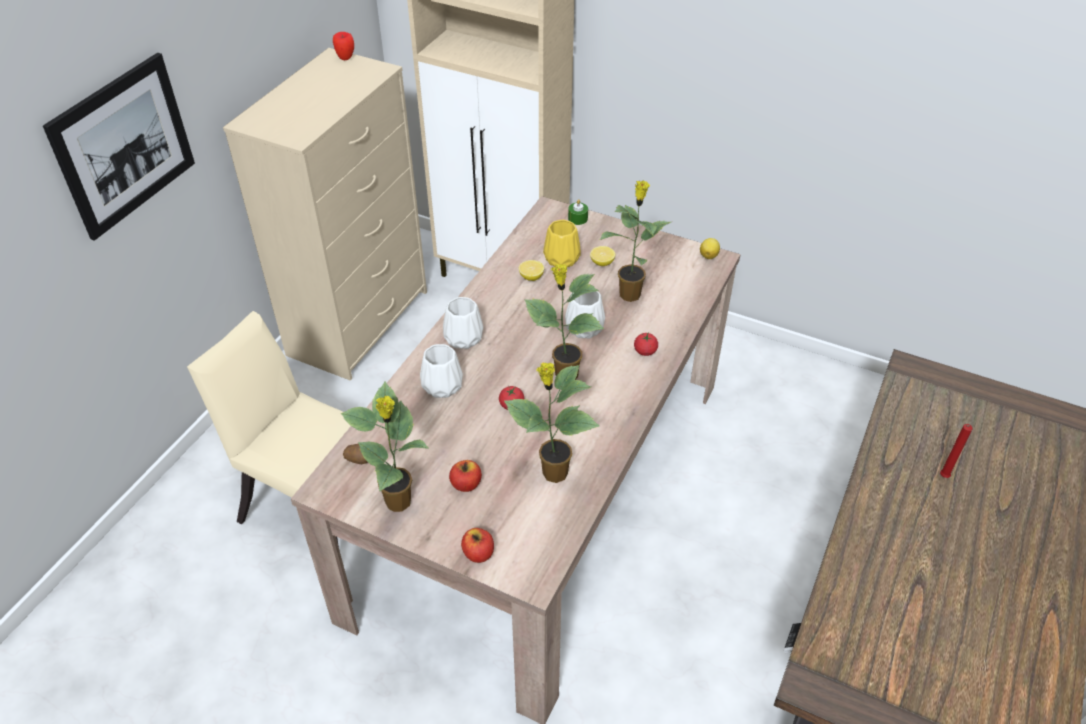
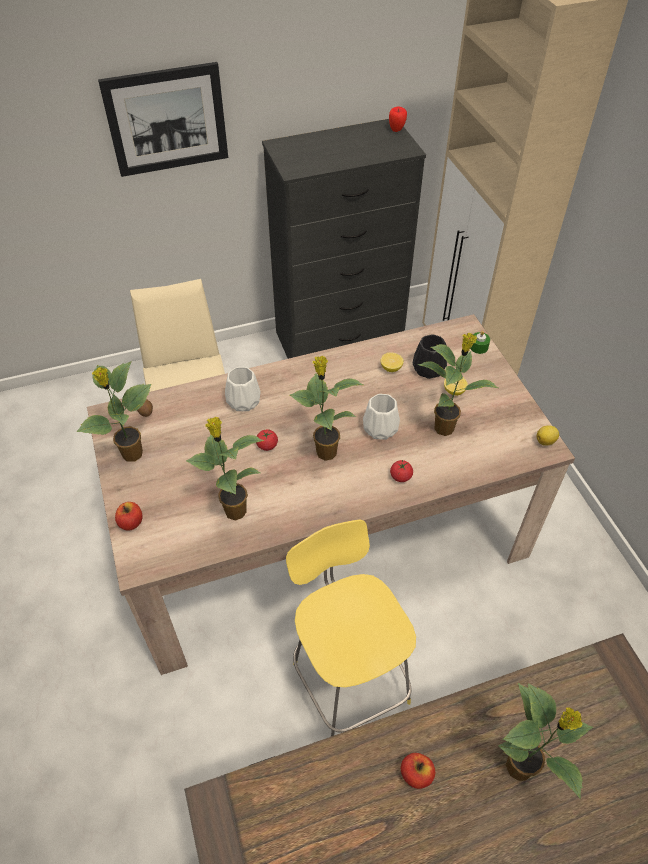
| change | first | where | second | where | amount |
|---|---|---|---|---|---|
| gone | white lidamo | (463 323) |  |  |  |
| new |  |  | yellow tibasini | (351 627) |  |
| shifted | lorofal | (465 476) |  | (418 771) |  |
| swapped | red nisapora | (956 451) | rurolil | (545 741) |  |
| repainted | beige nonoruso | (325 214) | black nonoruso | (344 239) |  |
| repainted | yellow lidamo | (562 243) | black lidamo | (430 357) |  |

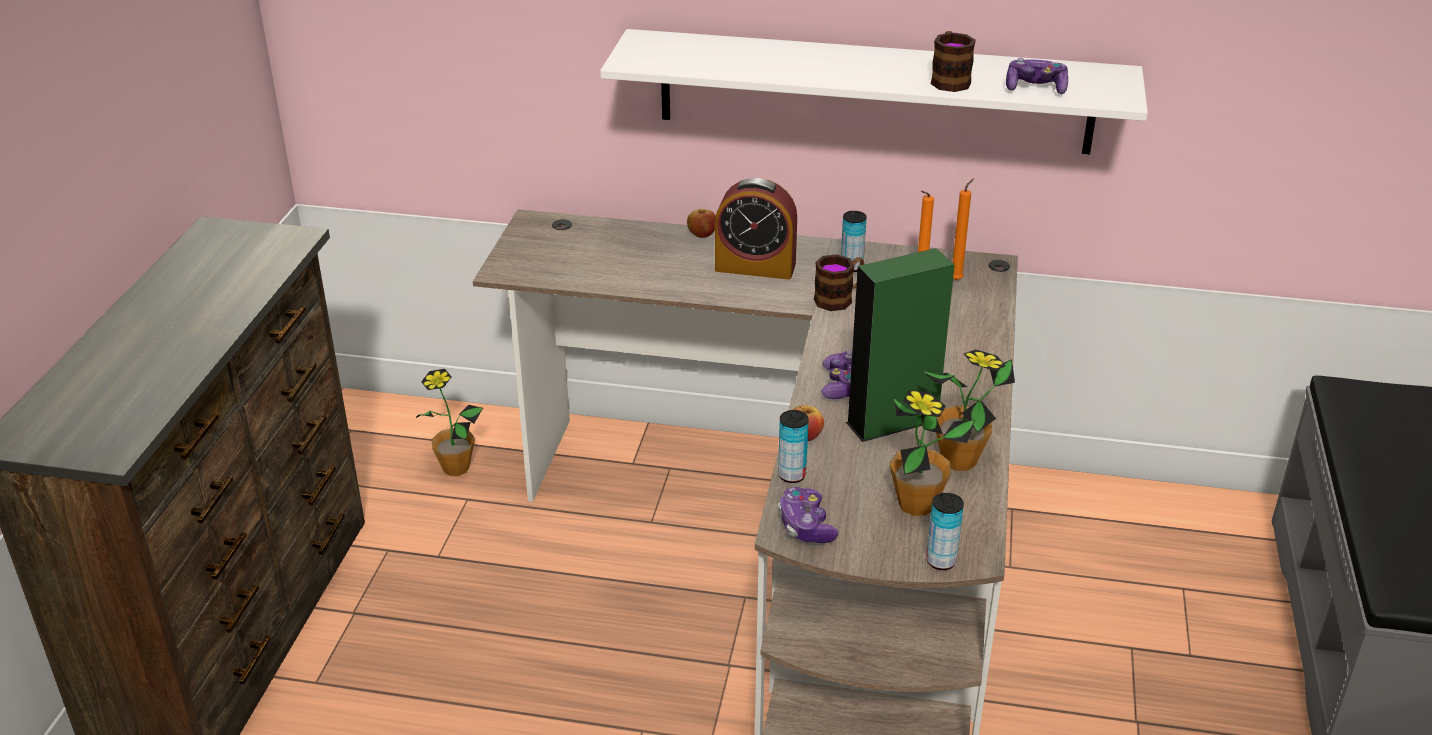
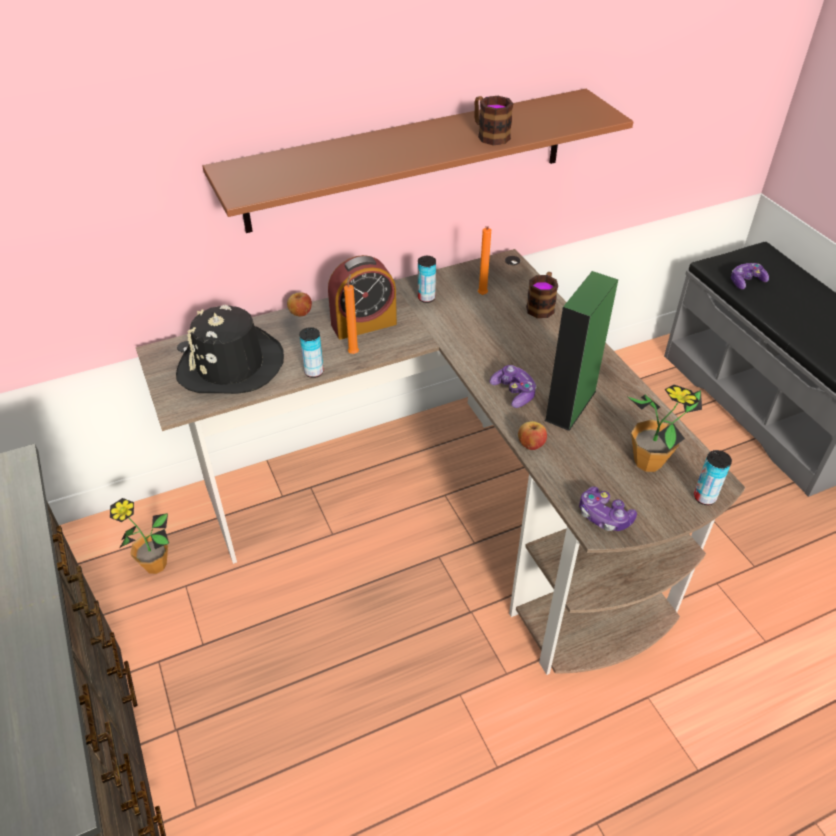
| change | first | where | second | where | amount |
|---|---|---|---|---|---|
| gone | rurolil | (969 410) |  |  |  |
| new |  |  | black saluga | (230 349) |  |
| shifted | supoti | (793 446) |  | (311 352) |  |
| shifted | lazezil | (839 282) |  | (542 295) |  |
| shifted | orange nisapora | (963 229) |  | (351 314) |  |
| shifted | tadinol | (1037 76) |  | (750 276) |  |
| repainted | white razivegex | (874 91) | brown razivegex | (417 161) |  |

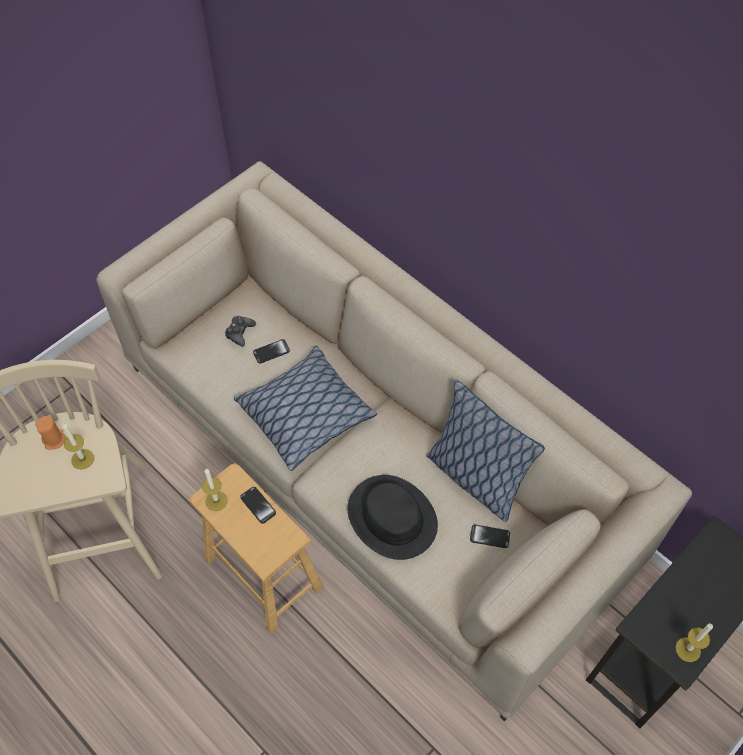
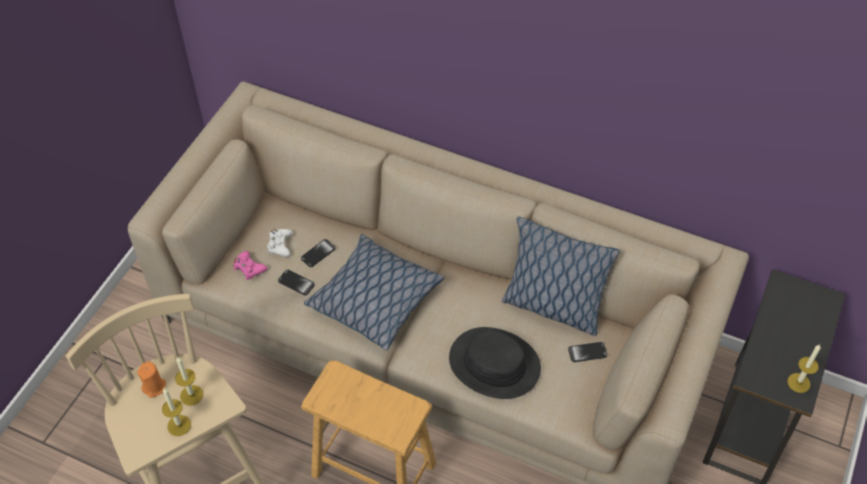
| change | first | where | second | where | amount |
|---|---|---|---|---|---|
| new |  |  | pink tadinol | (250 265) |  |
| shifted | nisapora | (215 490) |  | (176 412) |  |
| shifted | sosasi | (258 505) |  | (296 282) |  |
| repainted | black tadinol | (240 331) | white tadinol | (280 243) |  |

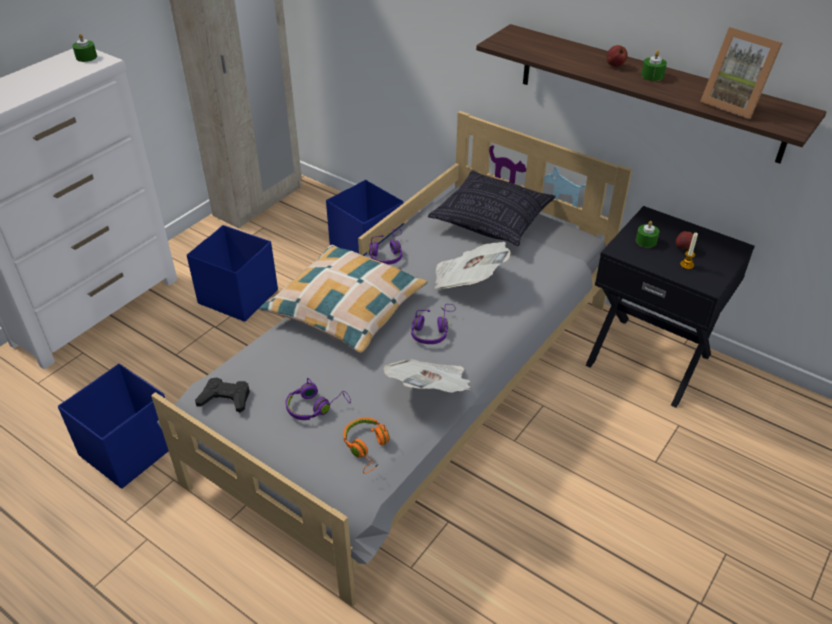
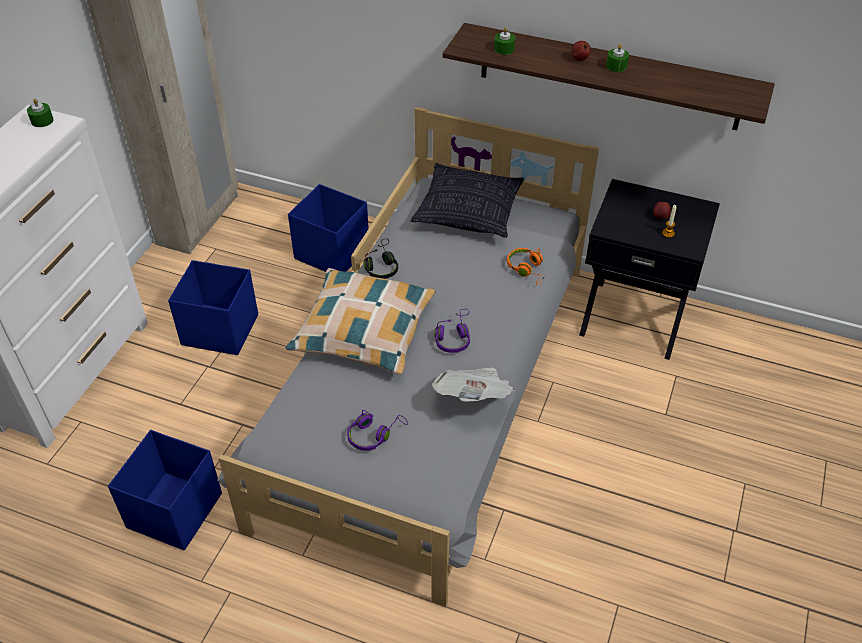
| change | first | where | second | where | amount |
|---|---|---|---|---|---|
| gone | black tadinol | (222 395) |  |  |  |
| gone | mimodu | (472 265) |  |  |  |
| gone | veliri | (741 73) |  |  |  |
| shifted | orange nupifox | (366 445) |  | (525 266) |  |
| shifted | green nisapora | (647 234) |  | (504 41) |  |
| repainted | purple nupifox | (385 246) | black nupifox | (380 259) |  |

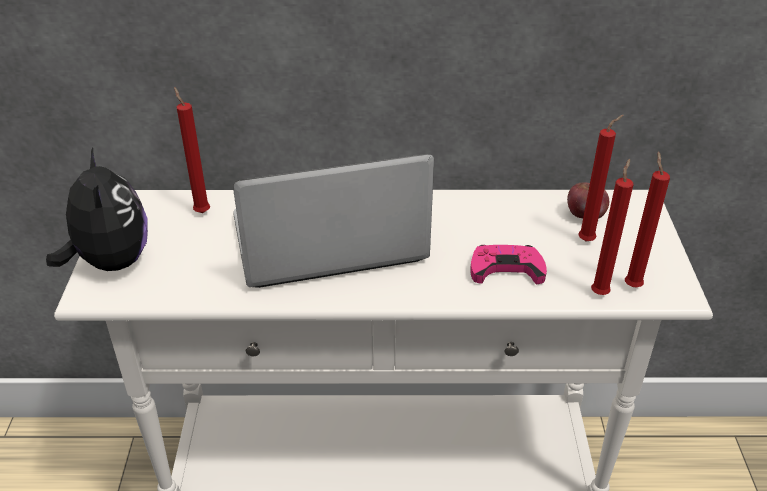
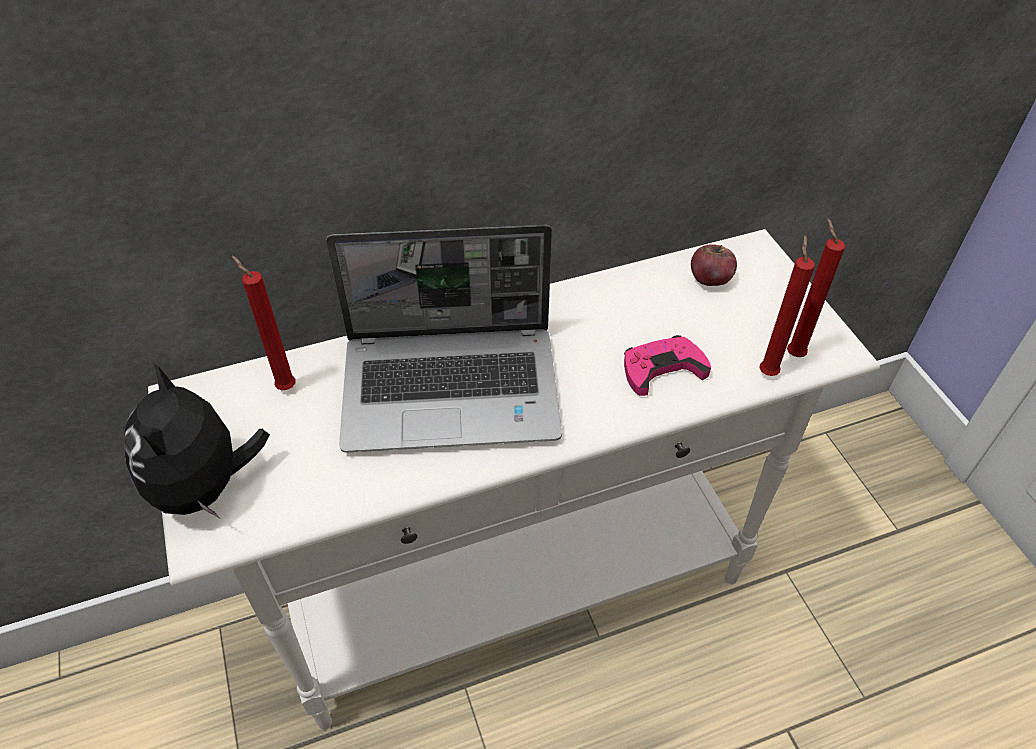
| change | first | where | second | where | amount |
|---|---|---|---|---|---|
| gone | red nisapora | (601 178) |  |  |  |
| rotated | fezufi | (97 209) |  | (197 440) | 150 degrees counterclockwise |
| rotated | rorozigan | (333 221) |  | (444 338) | 150 degrees counterclockwise |

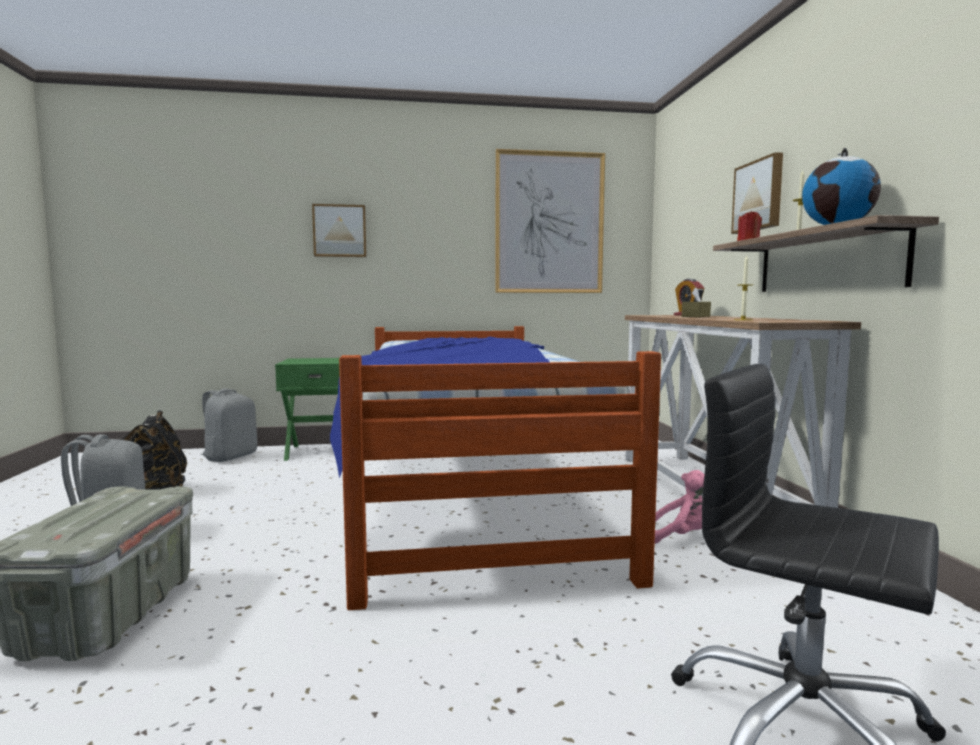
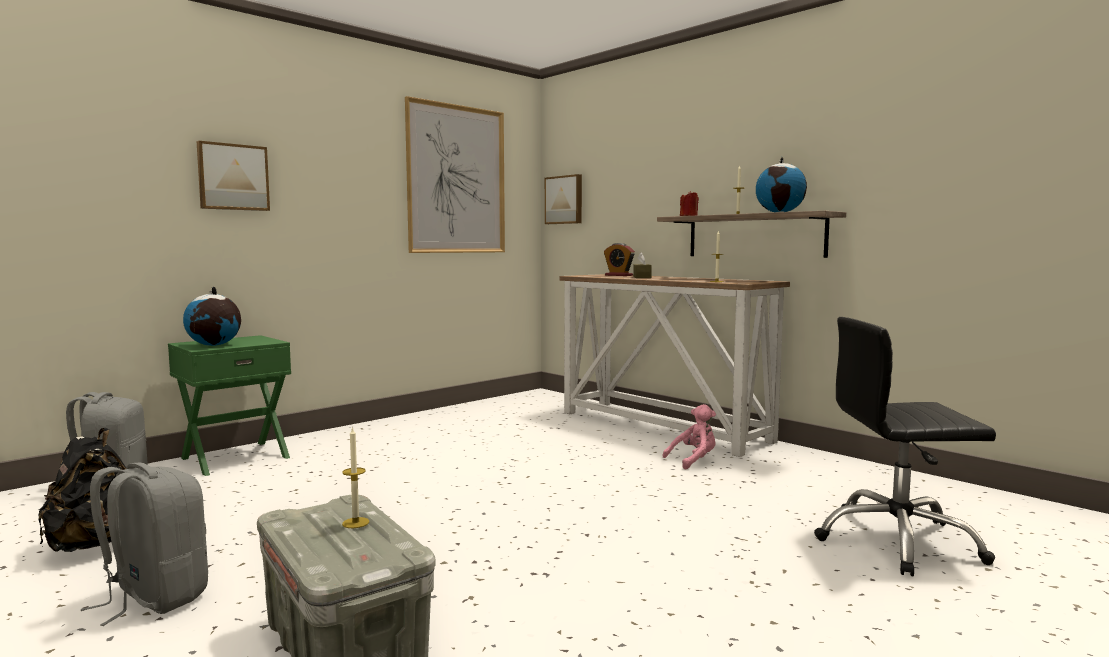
| change | first | where | second | where | amount |
|---|---|---|---|---|---|
| gone | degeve | (495 468) |  |  |  |
| new |  |  | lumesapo | (212 316) |  |
| new |  |  | nisapora | (355 477) |  |
| shifted | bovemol | (757 193) |  | (563 199) |  |

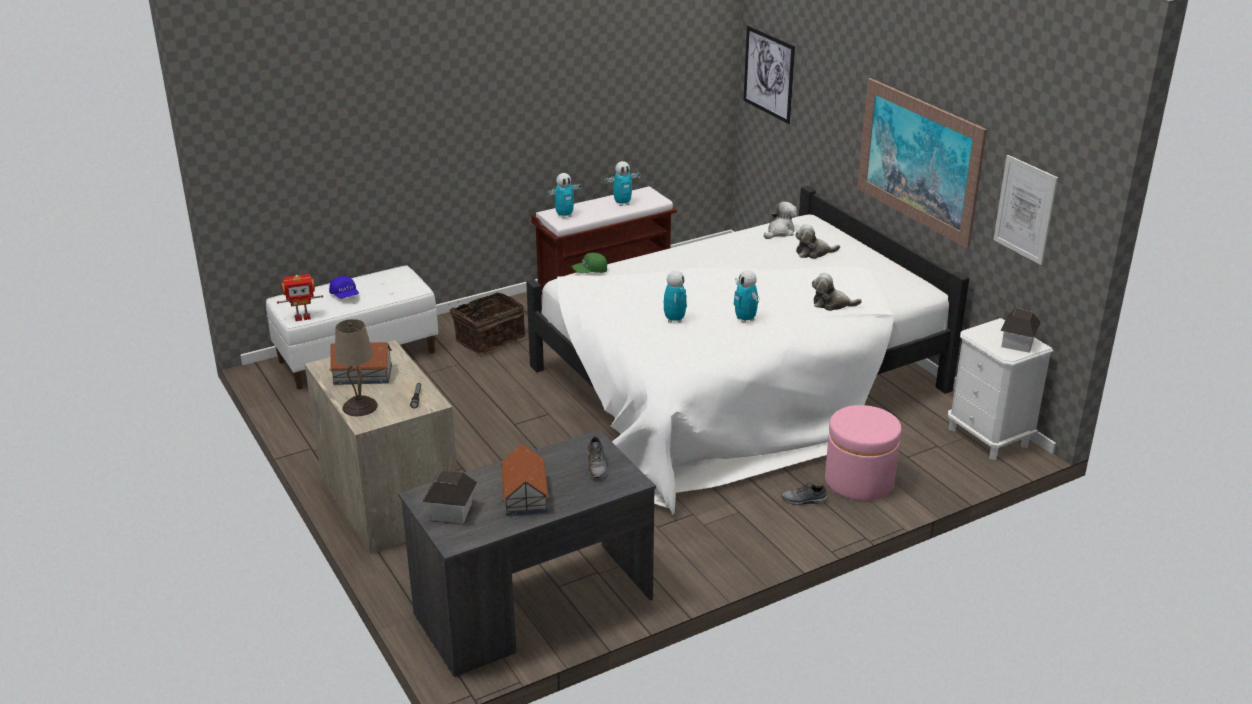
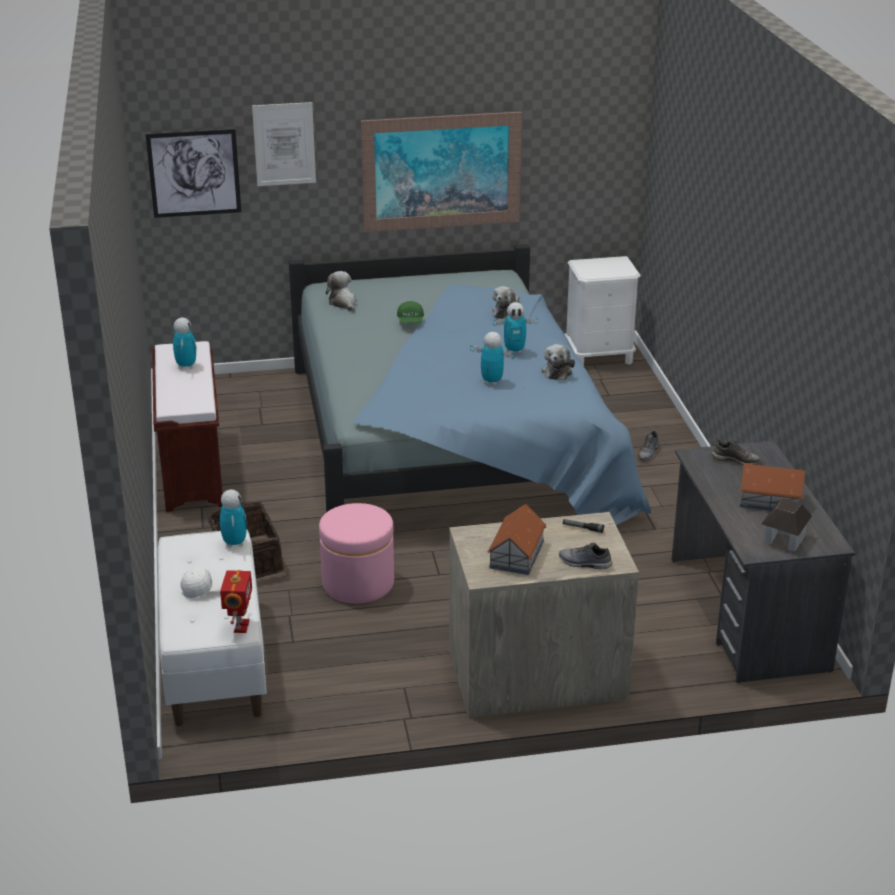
| change | first | where | second | where | amount |
|---|---|---|---|---|---|
| gone | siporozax | (1021 330) |  |  |  |
| shifted | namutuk | (564 196) |  | (233 518) |  |
| shifted | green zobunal | (589 263) |  | (410 312) |  |
| shifted | fezufi | (817 241) |  | (558 362) |  |
| shifted | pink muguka | (863 453) |  | (356 553) |  |
| shifted | bovemol | (1025 210) |  | (284 144) |  |
| swapped | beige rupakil | (356 367) | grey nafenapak | (585 556) |  |
| repainted | blue zobunal | (344 287) | white zobunal | (202 582) |  |
| repainted | white degeve | (747 350) | blue degeve | (470 384) |  |

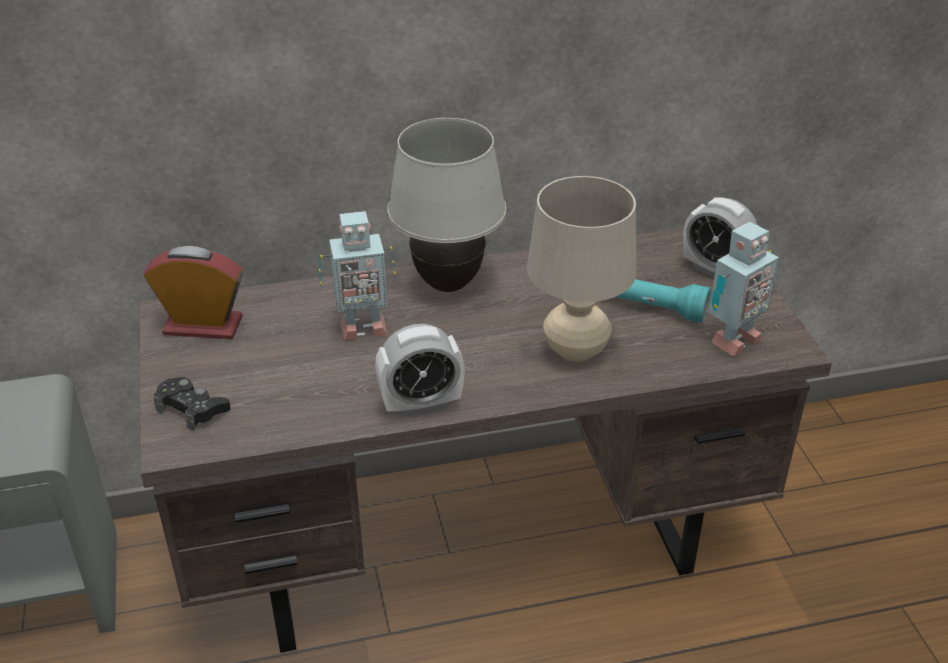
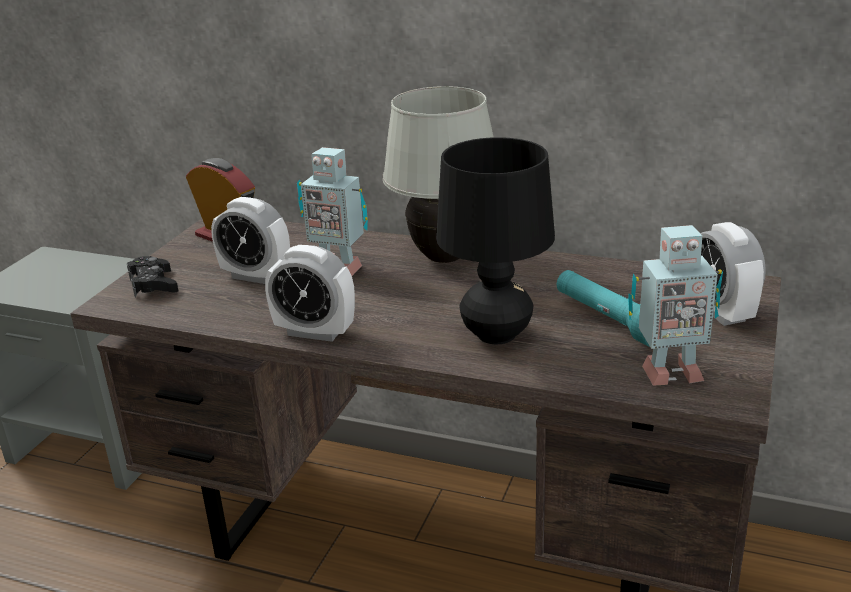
| change | first | where | second | where | amount |
|---|---|---|---|---|---|
| new |  |  | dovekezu | (250 240) |  |
| repainted | beige rupakil | (581 269) | black rupakil | (495 240) |  |

